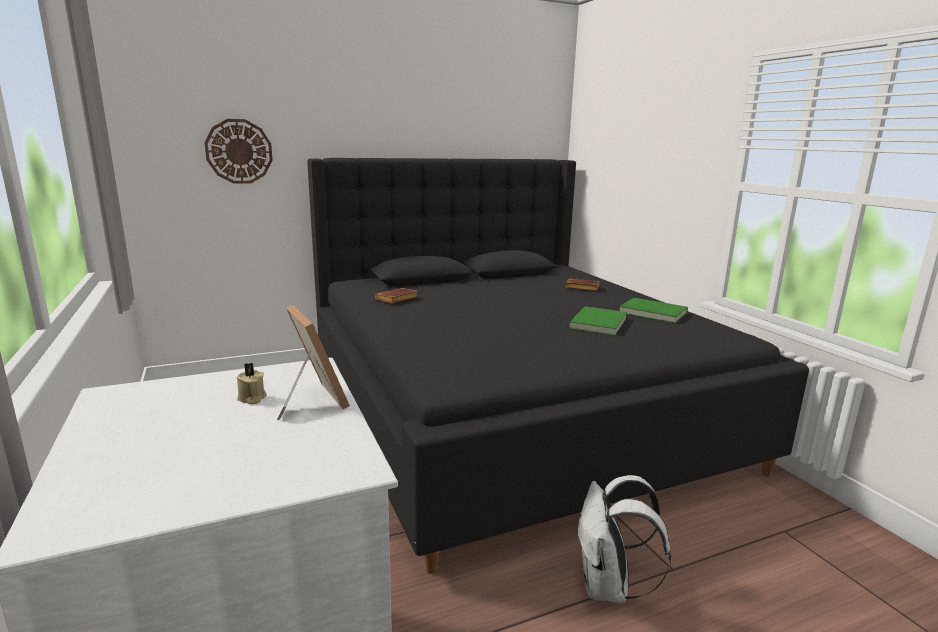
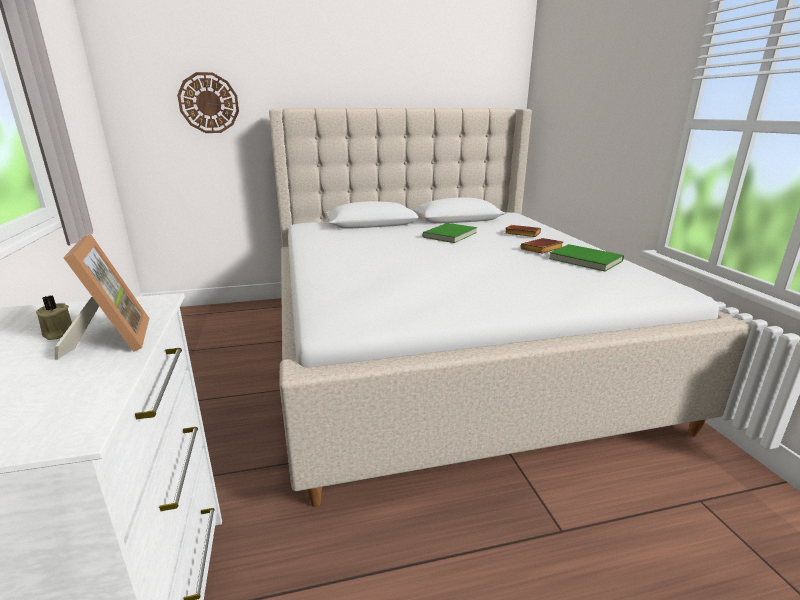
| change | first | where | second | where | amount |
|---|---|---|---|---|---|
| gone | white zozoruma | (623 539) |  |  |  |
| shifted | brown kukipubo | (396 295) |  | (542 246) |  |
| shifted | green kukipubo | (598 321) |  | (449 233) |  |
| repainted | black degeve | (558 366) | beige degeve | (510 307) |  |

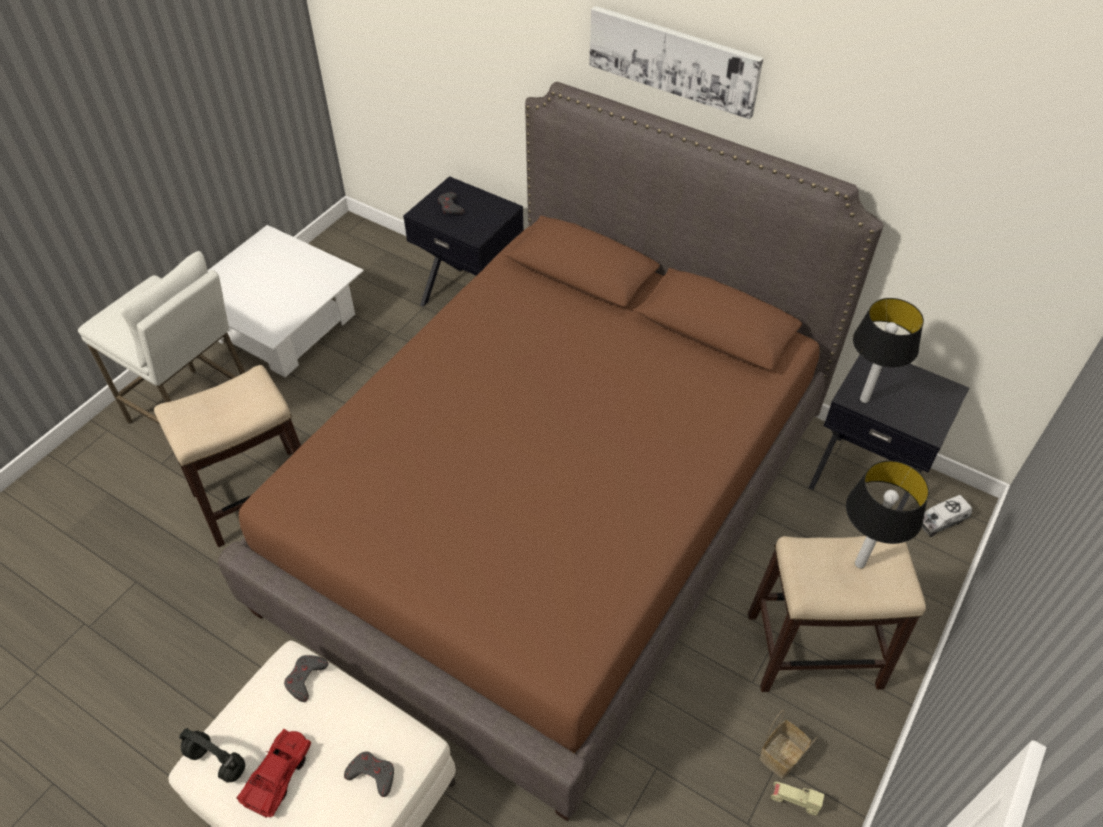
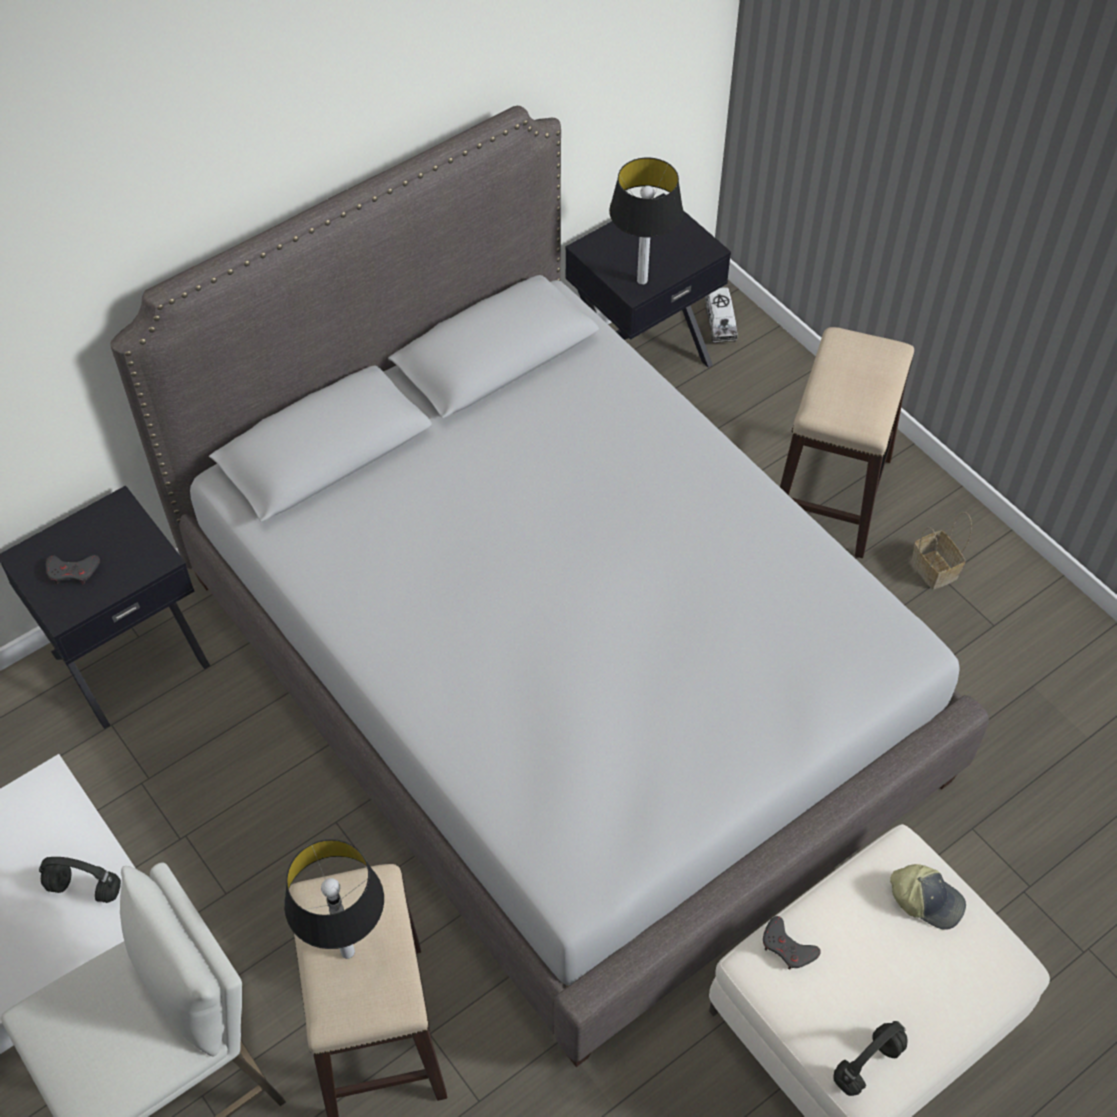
| change | first | where | second | where | amount |
|---|---|---|---|---|---|
| gone | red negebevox | (274 773) |  |  |  |
| gone | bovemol | (676 62) |  |  |  |
| gone | beige negebevox | (798 798) |  |  |  |
| new |  |  | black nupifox | (80 880) |  |
| shifted | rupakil | (887 514) |  | (334 899) |  |
| swapped | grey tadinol | (369 774) | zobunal | (928 897) |  |
| repainted | brown degeve | (551 451) | grey degeve | (550 586) |  |

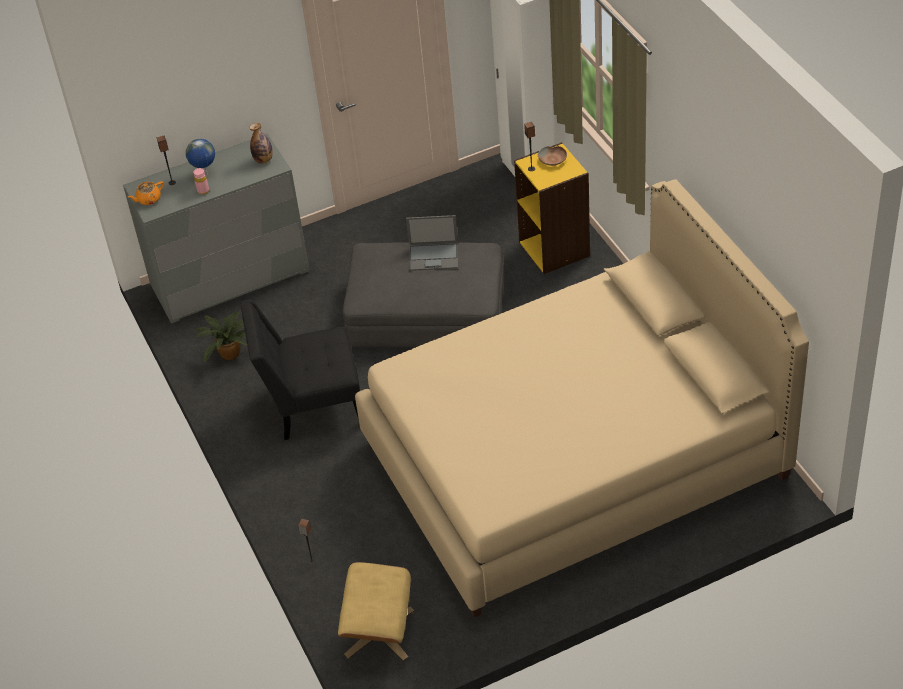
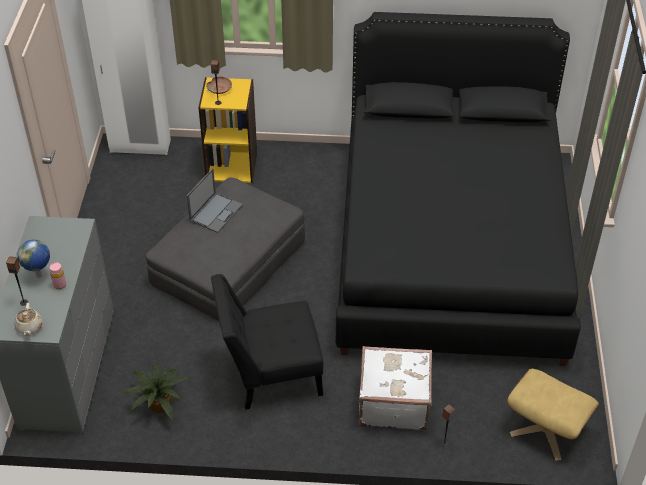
| change | first | where | second | where | amount |
|---|---|---|---|---|---|
| gone | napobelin | (261 143) |  |  |  |
| new |  |  | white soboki | (395 388) |  |
| repainted | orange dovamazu | (146 193) | beige dovamazu | (28 319) |  |
| repainted | beige degeve | (582 398) | black degeve | (458 189) |  |
| rotated | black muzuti | (300 369) |  | (267 342) | 60 degrees clockwise |

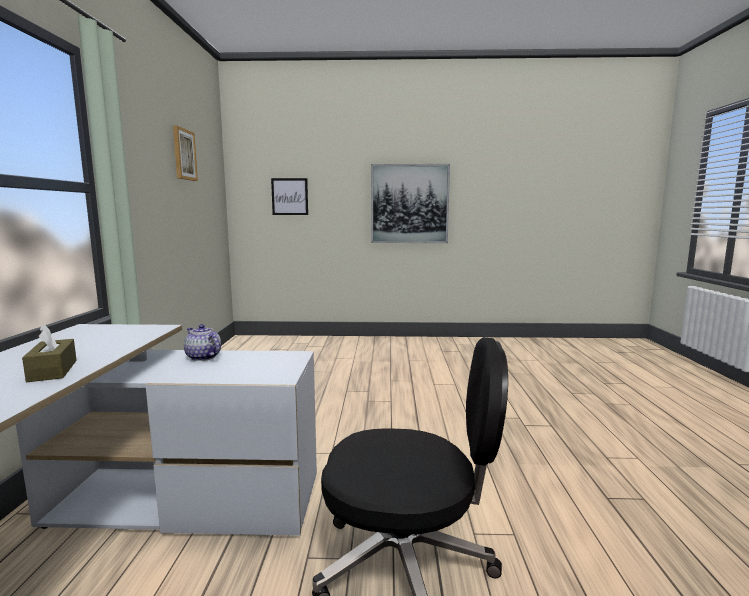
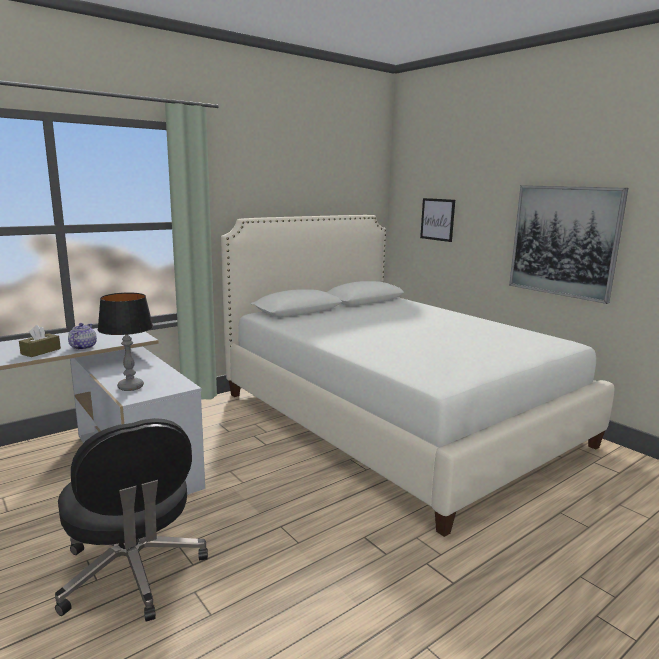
| change | first | where | second | where | amount |
|---|---|---|---|---|---|
| gone | bovemol | (185 153) |  |  |  |
| new |  |  | rupakil | (125 341) |  |
| new |  |  | white degeve | (417 376) |  |
| shifted | dovamazu | (202 342) |  | (82 336) |  |

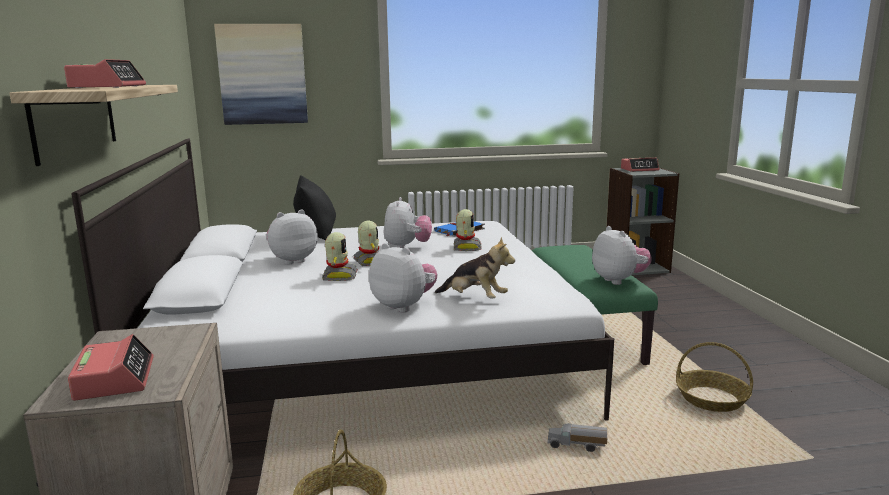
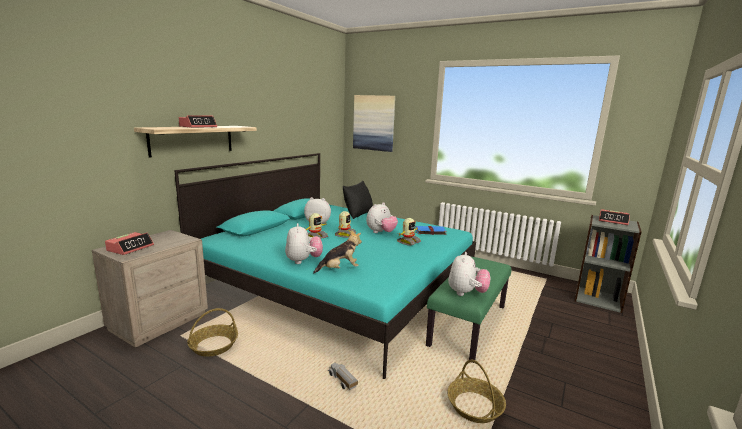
| change | first | where | second | where | amount |
|---|---|---|---|---|---|
| repainted | white degeve | (342 279) | turquoise degeve | (325 266) |  |
| rotated | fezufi | (475 268) |  | (337 252) | 90 degrees counterclockwise |

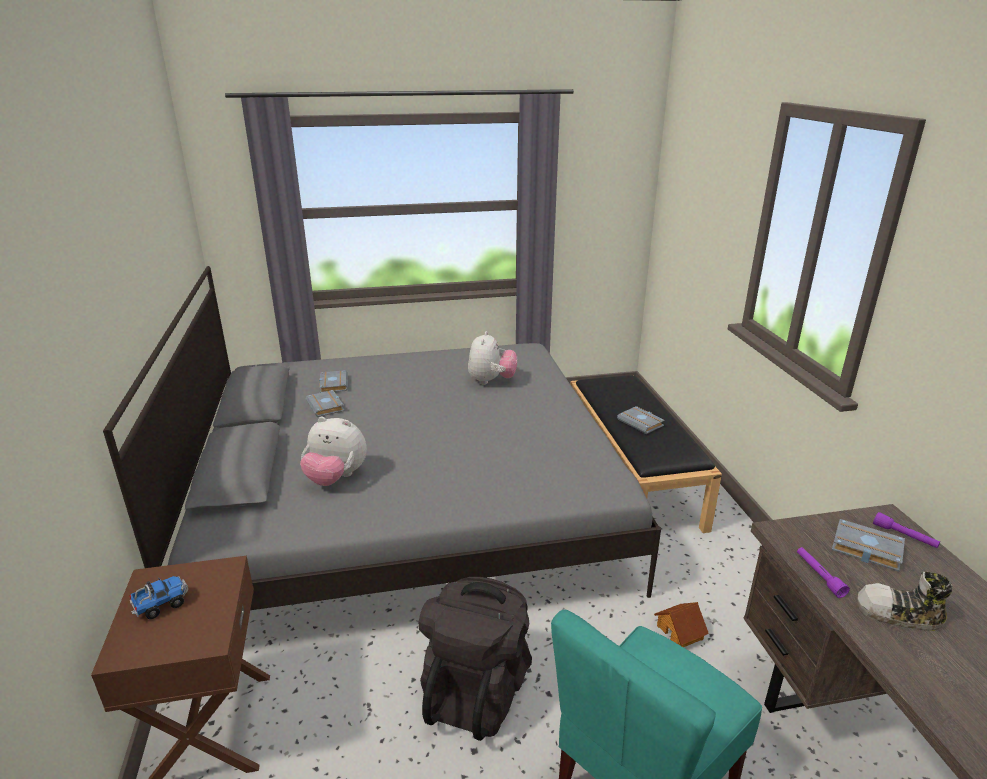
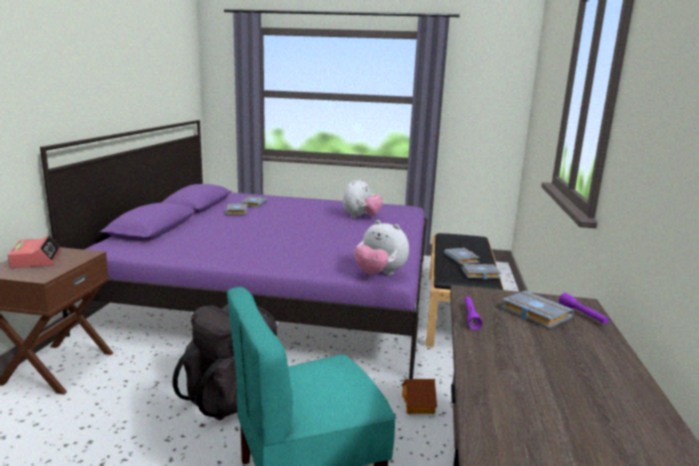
| change | first | where | second | where | amount |
|---|---|---|---|---|---|
| gone | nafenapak | (904 601) |  |  |  |
| new |  |  | grey kukipubo | (482 271) |  |
| shifted | fezufi | (333 451) |  | (381 247) |  |
| swapped | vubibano | (158 597) | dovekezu | (35 251) |  |
| repainted | grey degeve | (382 438) | purple degeve | (233 249) |  |

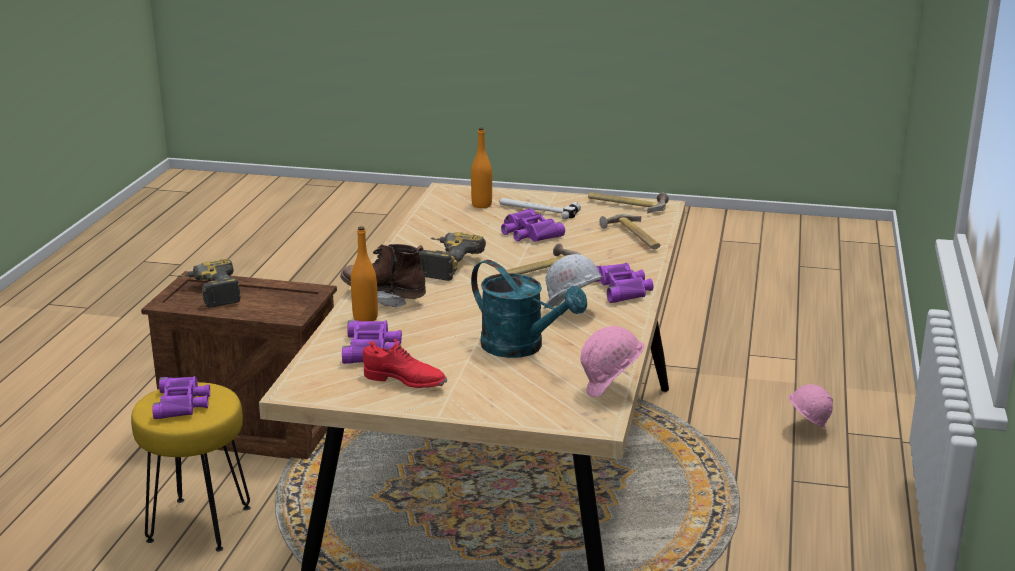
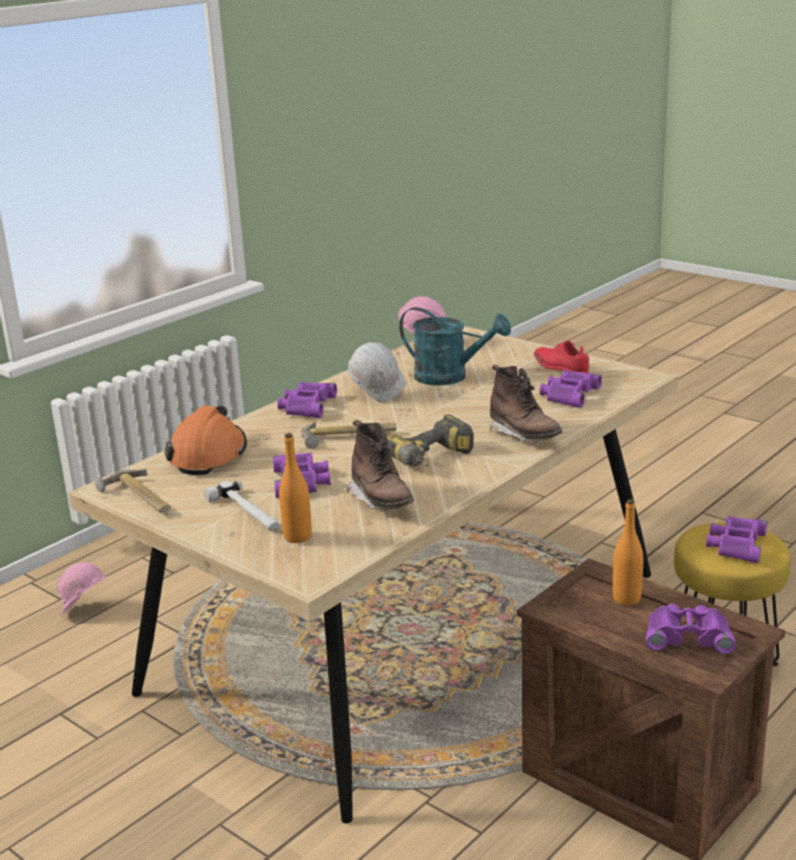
| change | first | where | second | where | amount |
|---|---|---|---|---|---|
| new |  |  | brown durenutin | (380 465) |  |
| shifted | orange napobelin | (364 273) |  | (628 552) |  |
| swapped | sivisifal | (209 283) | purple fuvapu | (691 629) |  |
| swapped | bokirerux | (629 231) | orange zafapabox | (206 440) |  |
| rotated | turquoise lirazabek | (529 309) |  | (455 346) | 135 degrees clockwise |

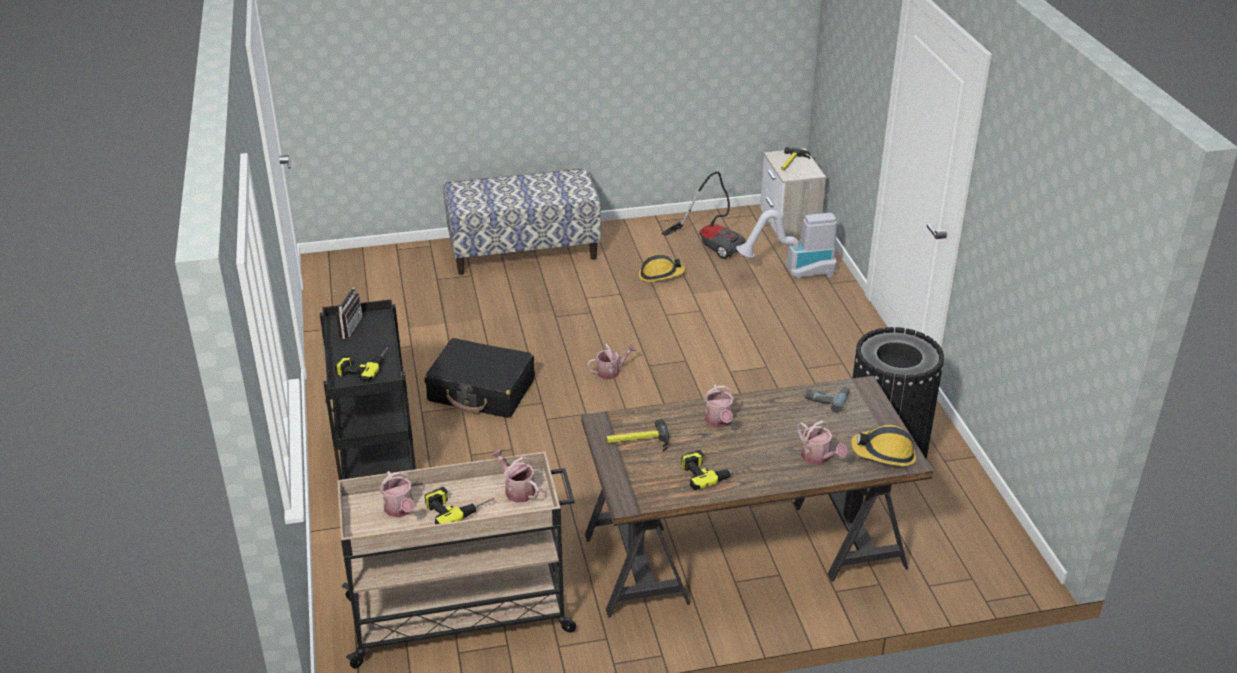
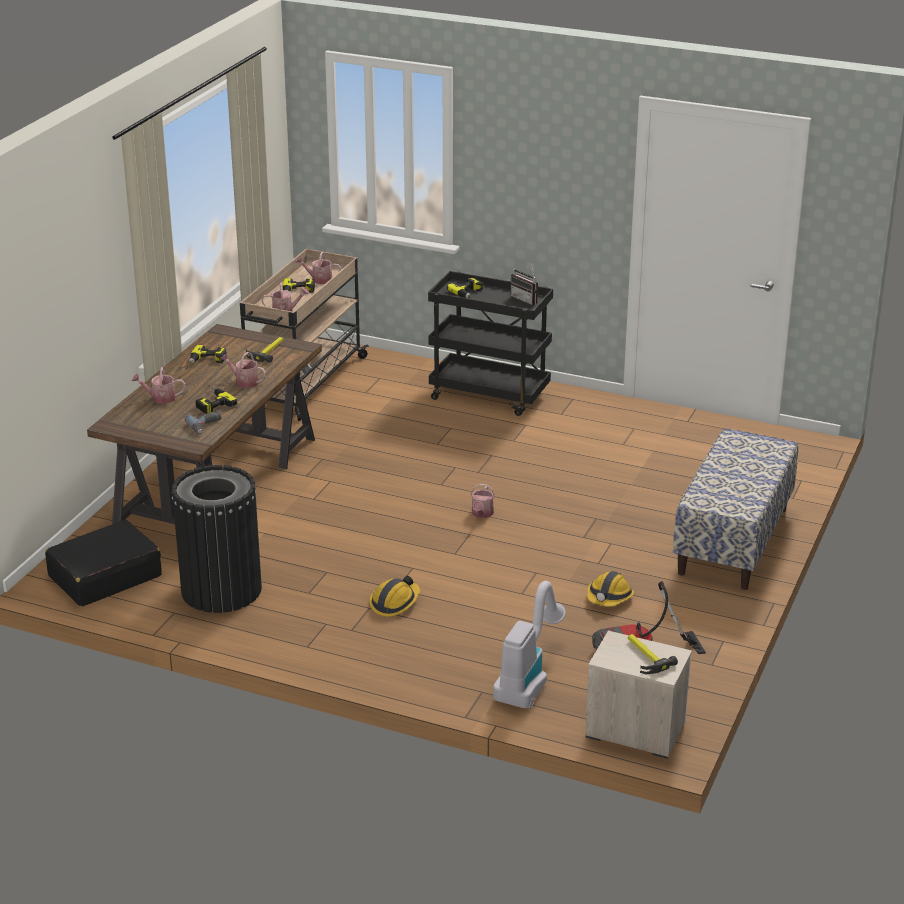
| change | first | where | second | where | amount |
|---|---|---|---|---|---|
| new |  |  | sivisifal | (216 399) |  |
| shifted | black soboki | (480 378) |  | (103 563) |  |
| shifted | zafapabox | (883 445) |  | (395 596) |  |

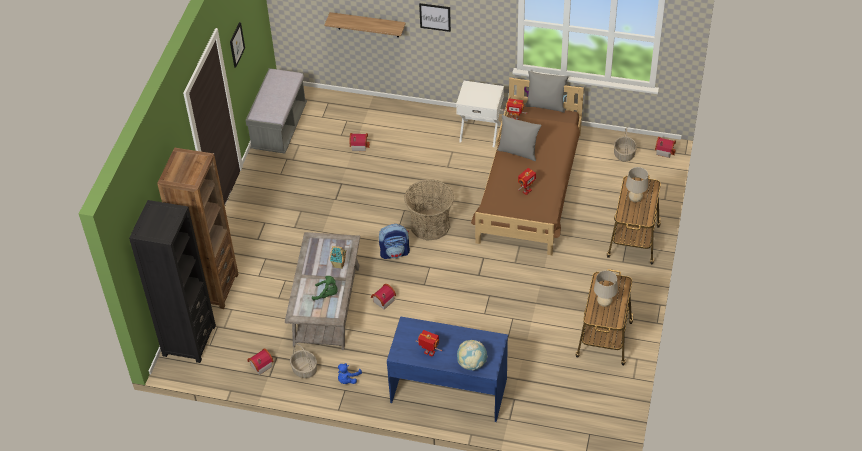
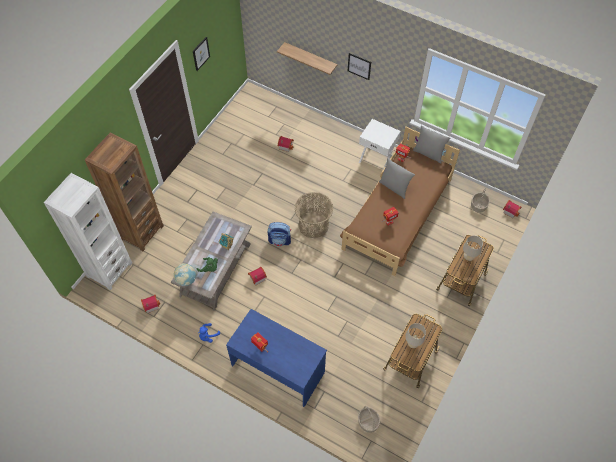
| change | first | where | second | where | amount |
|---|---|---|---|---|---|
| gone | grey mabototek | (276 111) |  |  |  |
| shifted | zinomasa | (303 360) |  | (369 419) |  |
| shifted | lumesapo | (472 355) |  | (185 274) |  |
| repainted | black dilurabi | (172 281) | white dilurabi | (88 232) |  |

